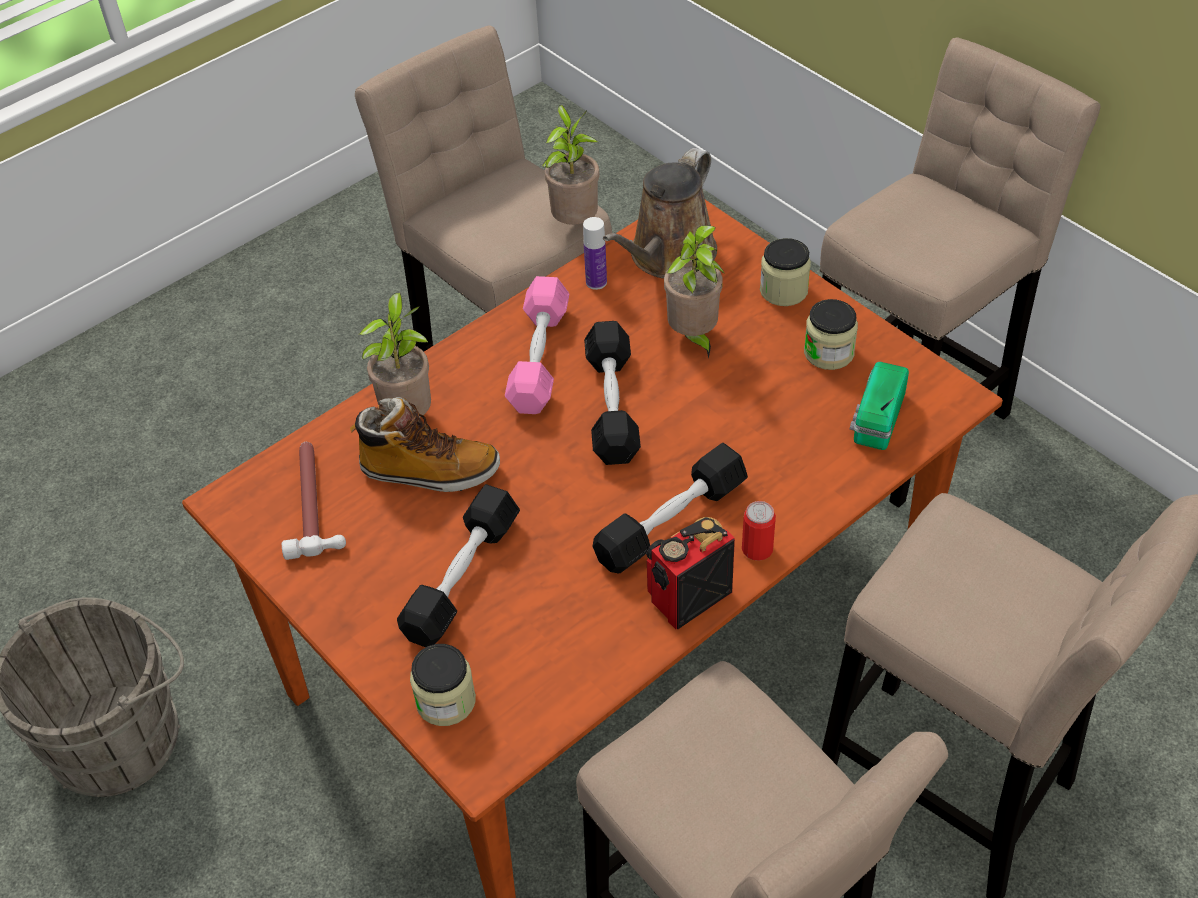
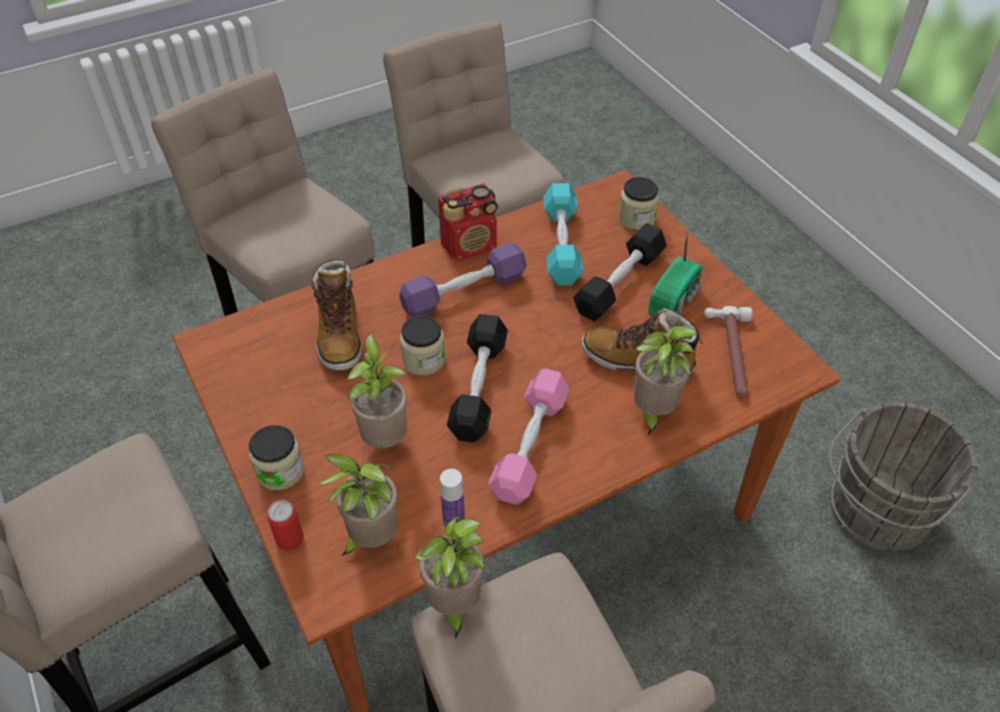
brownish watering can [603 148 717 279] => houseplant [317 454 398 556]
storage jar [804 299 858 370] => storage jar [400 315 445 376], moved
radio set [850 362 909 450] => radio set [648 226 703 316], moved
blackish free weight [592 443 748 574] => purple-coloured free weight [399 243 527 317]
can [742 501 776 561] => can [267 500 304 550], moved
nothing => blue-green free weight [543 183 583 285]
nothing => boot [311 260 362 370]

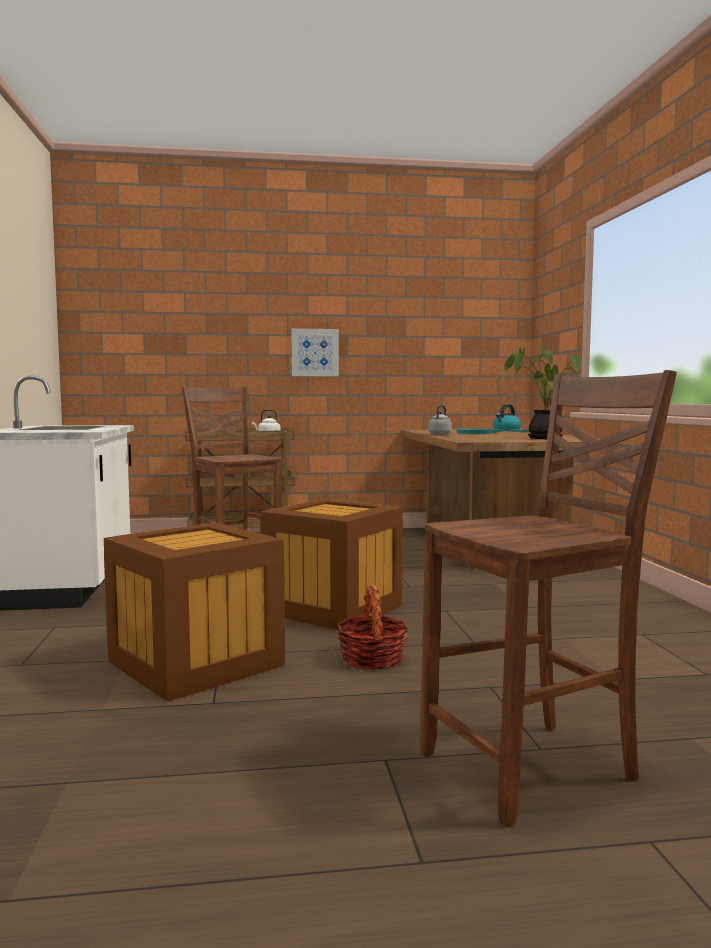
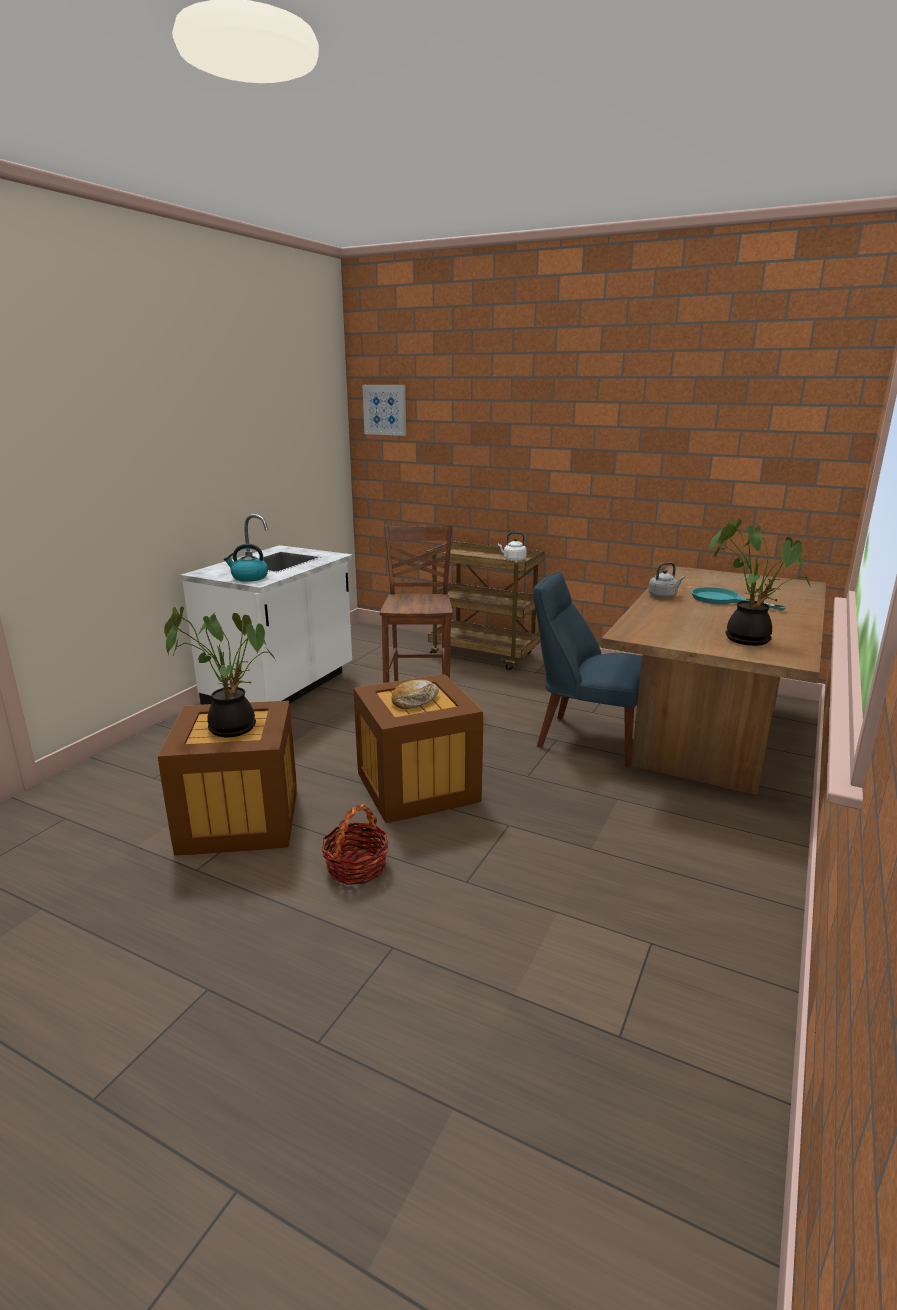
picture [292 328 339 376] => picture [362 385 406 436], moved
brownish upright chair [420 370 677 827] => nothing
water kettle [493 404 521 430] => water kettle [224 544 268 582], moved
nothing => bluish upright chair [533 572 642 768]
nothing => houseplant [164 606 276 737]
nothing => bakery bread [392 680 439 709]

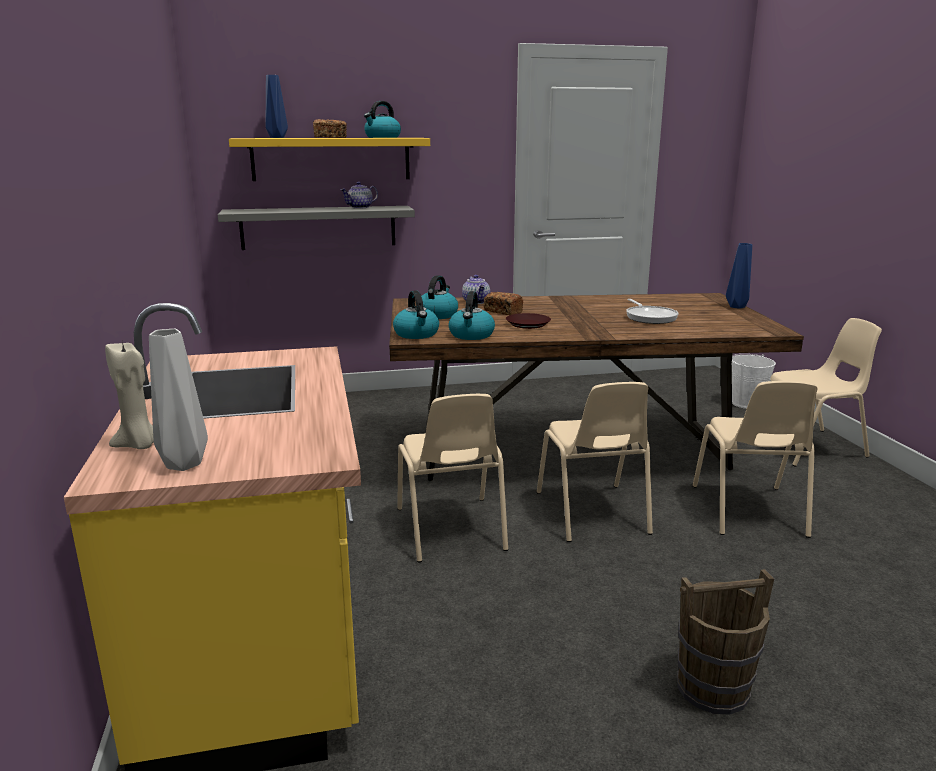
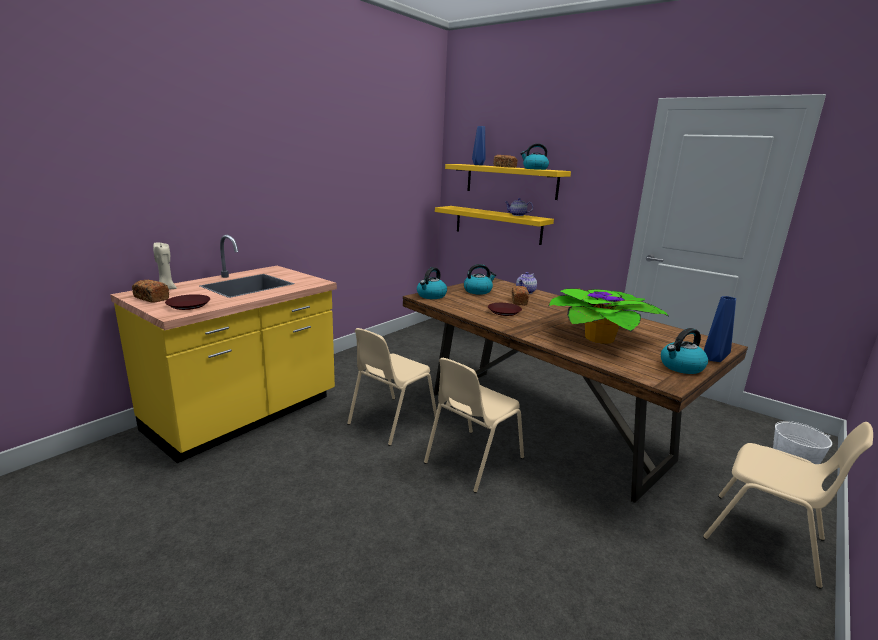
grey wall shelf [218 206 415 250] => yellow wall shelf [435 206 554 245]
water kettle [449 291 495 340] => water kettle [661 328 708 374], moved
frying pan [626 299 679 324] => houseplant [548 288 670 344]
grey decorative vase [149 329 208 471] => bakery bread [132 280 169 303]
beige upright chair [693 381 817 538] => nothing
brownish pail [677 569 774 715] => nothing
nothing => brownish flat dish [165 294 210 310]

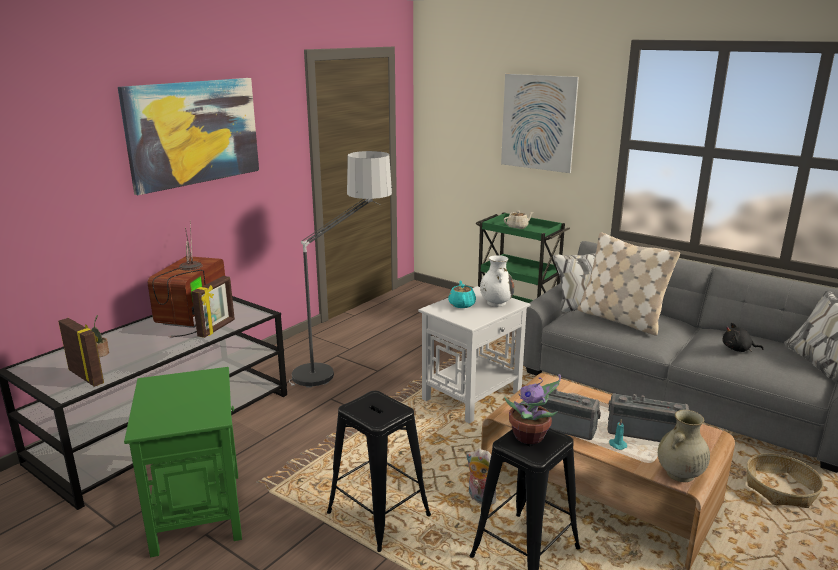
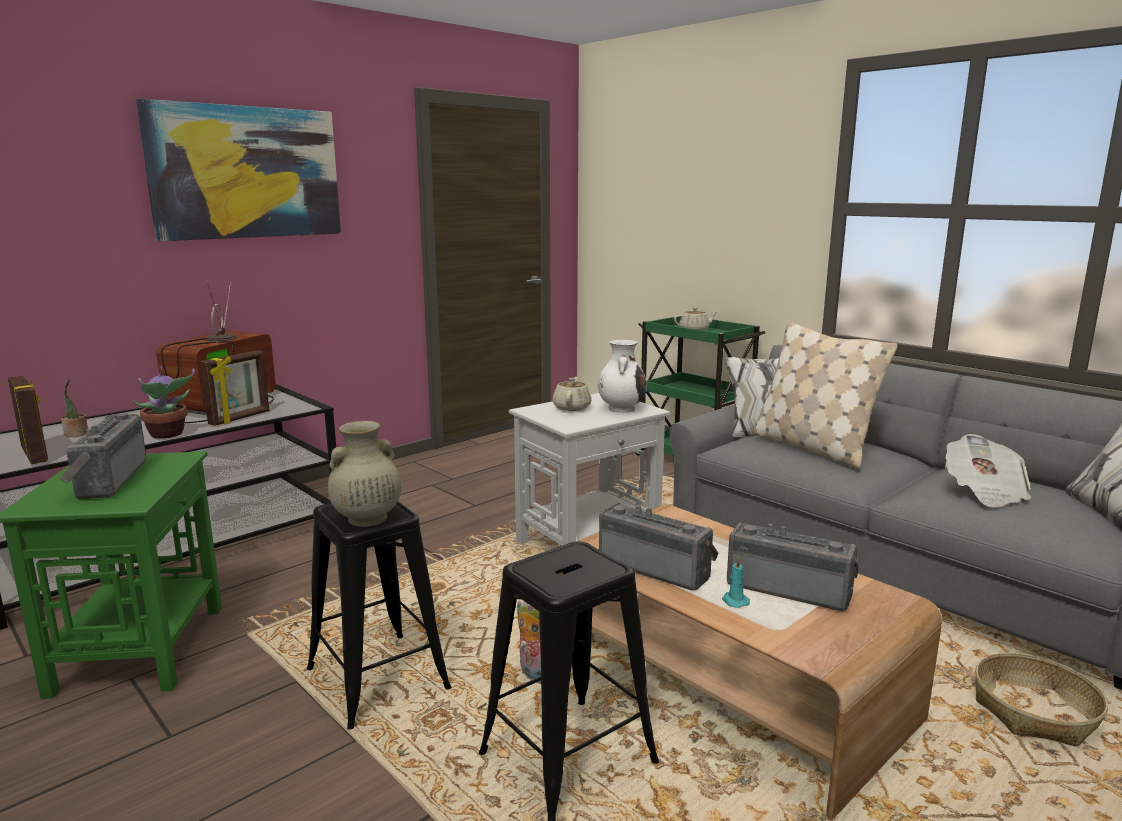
picture [501 74 579 173] => nothing
floor lamp [289 151 392 388] => nothing
blue-green teapot [448 280 476 308] => beige teapot [553 377 591 411]
blackish plush toy [723 322 763 352] => newspaper [945 434 1031 508]
houseplant [504 374 561 444] => houseplant [132 366 195 439], moved
beige decorative vase [658 410 710 482] => beige decorative vase [328 421 401 527], moved
nothing => radio set [59 413 147 499]

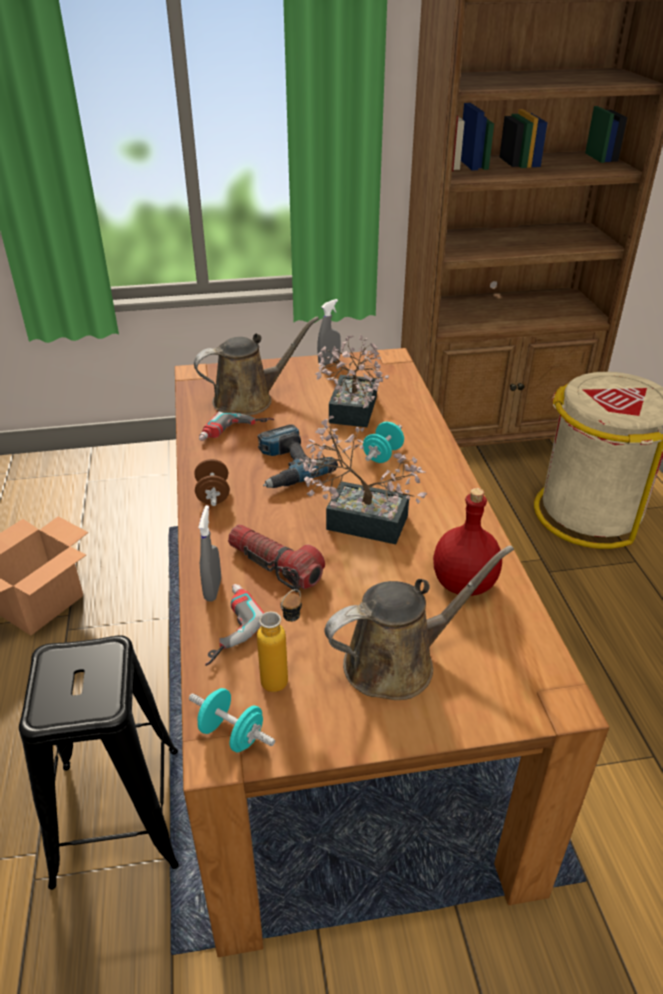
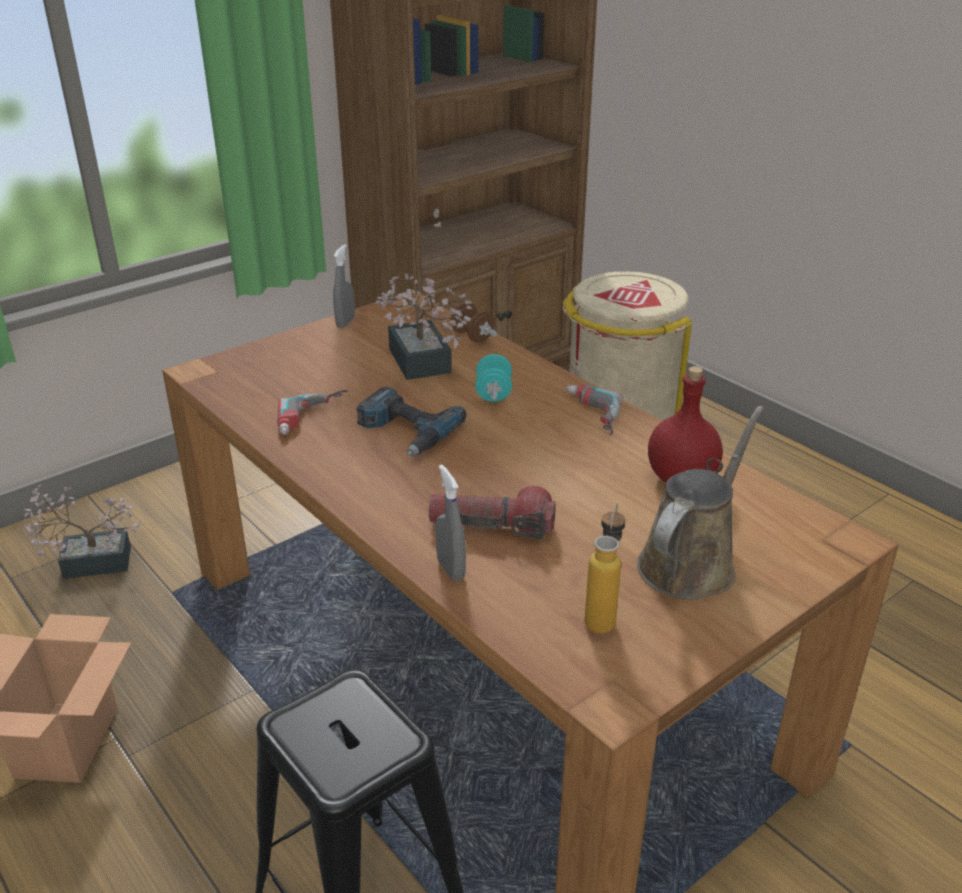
brownish watering can [194 317 319 416] => nothing
houseplant [300 416 427 544] => houseplant [23 484 140 579], moved
brownish free weight [194 459 230 506] => brownish free weight [451 302 497 343], moved
power drill [205 584 264 666] => power drill [566 385 623 436], moved
blue-green free weight [189 688 275 752] => nothing

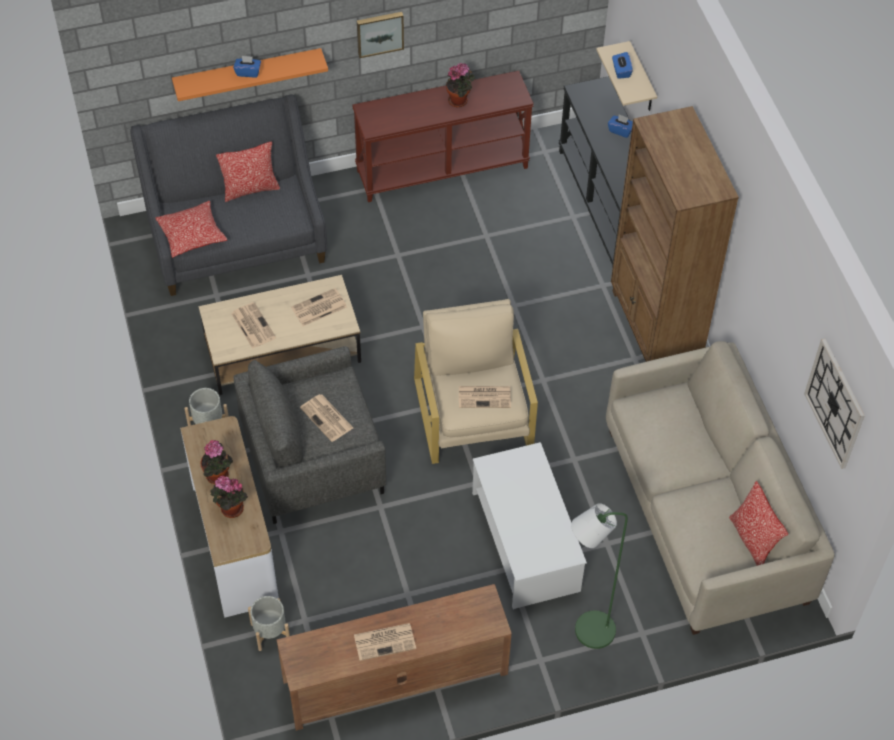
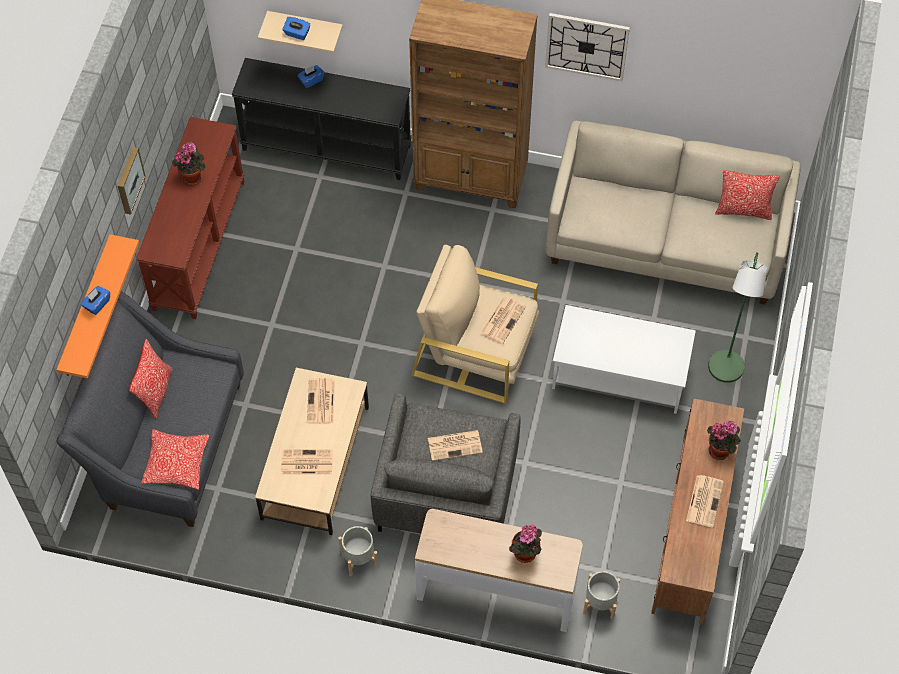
hanging clock [804 338 865 469] => hanging clock [545 13 630 81], moved
houseplant [200 440 233 485] => houseplant [707 421 741 460], moved

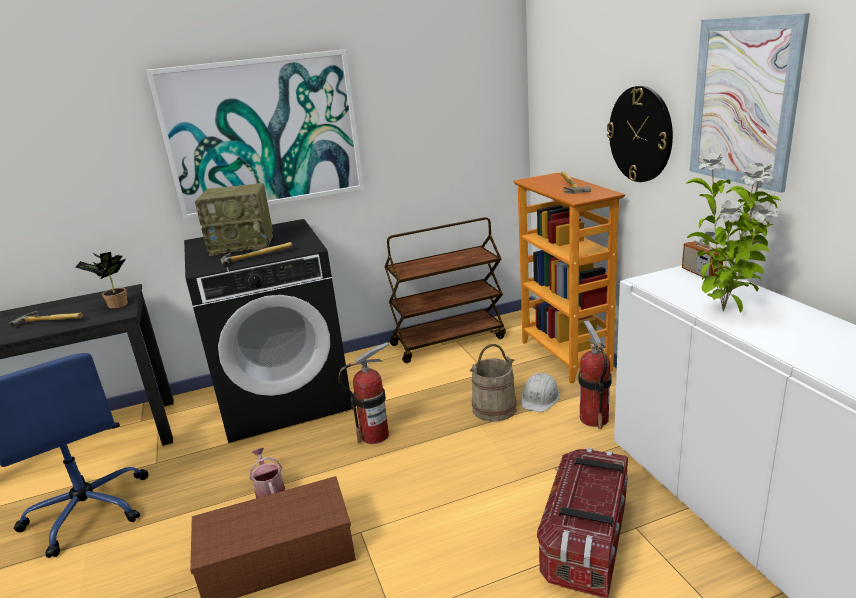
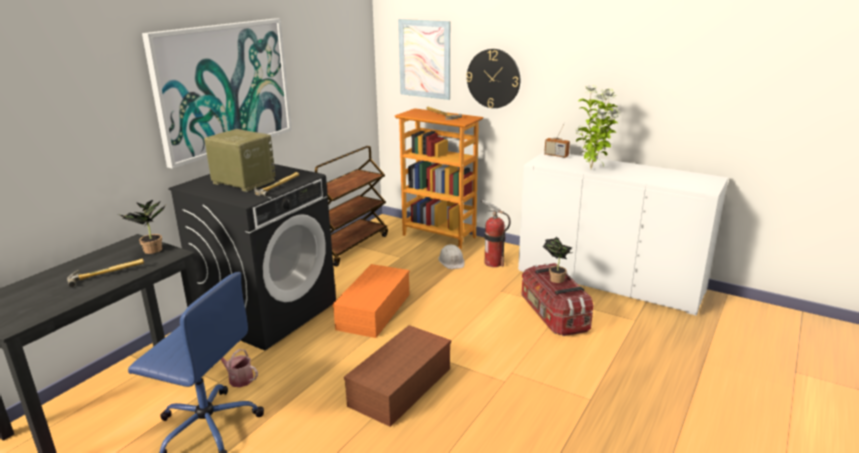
picture [690 13 810 193] => picture [398 19 450 100], moved
radio set [195 183 273 256] => radio set [204 129 275 192], 105 degrees counterclockwise
extinguisher [338 342 389 444] => orange storage bin [332 264 410 338]
beige pail [470 344 517 422] => nothing
watering can [249 448 285 498] => watering can [220 349 258 387], moved
nothing => houseplant [543 237 572 283]

